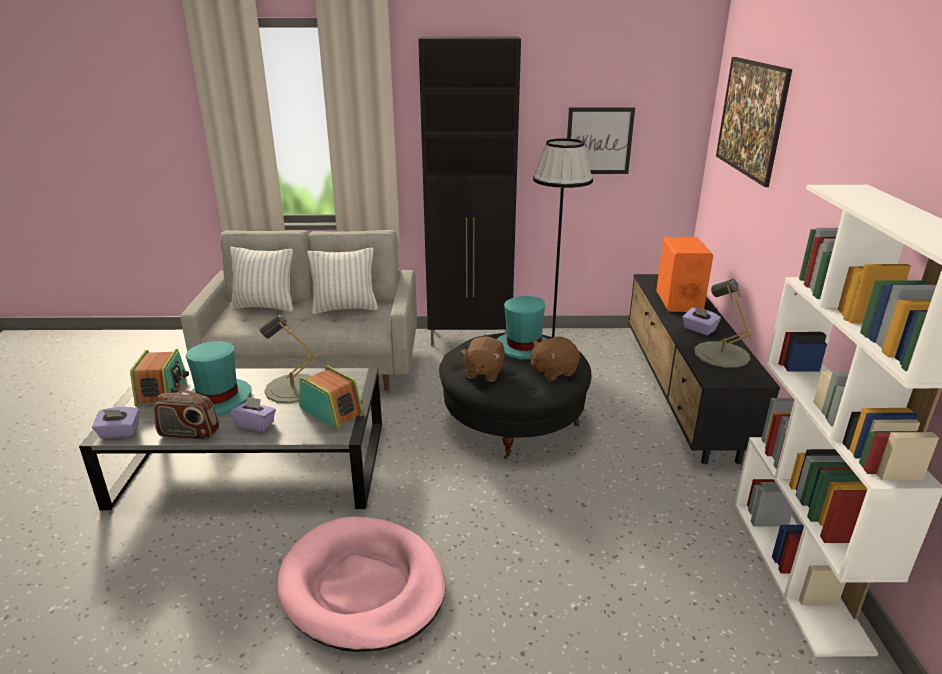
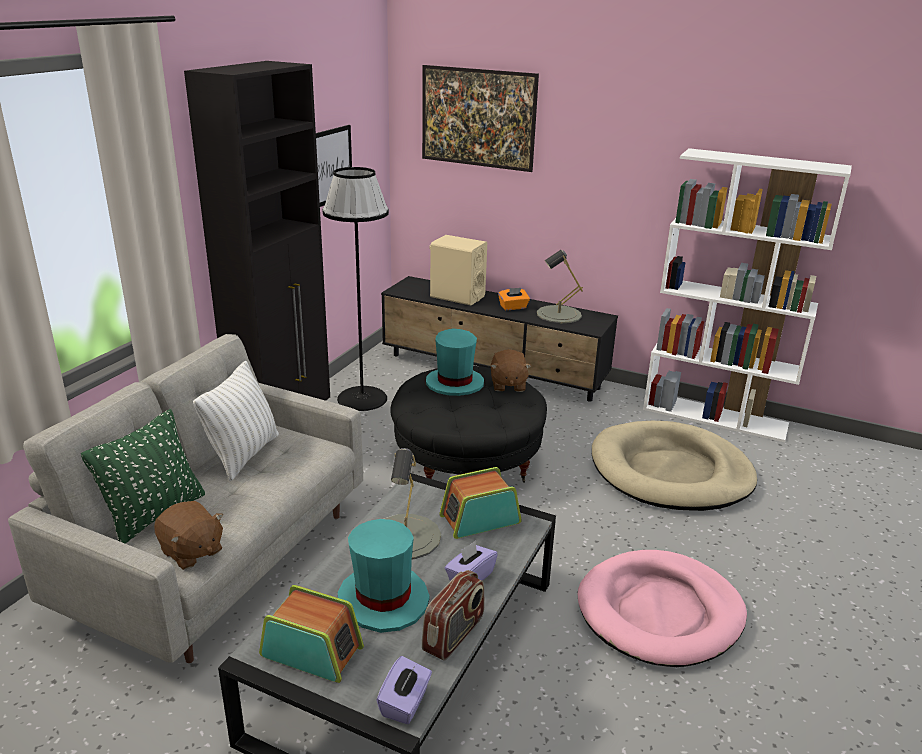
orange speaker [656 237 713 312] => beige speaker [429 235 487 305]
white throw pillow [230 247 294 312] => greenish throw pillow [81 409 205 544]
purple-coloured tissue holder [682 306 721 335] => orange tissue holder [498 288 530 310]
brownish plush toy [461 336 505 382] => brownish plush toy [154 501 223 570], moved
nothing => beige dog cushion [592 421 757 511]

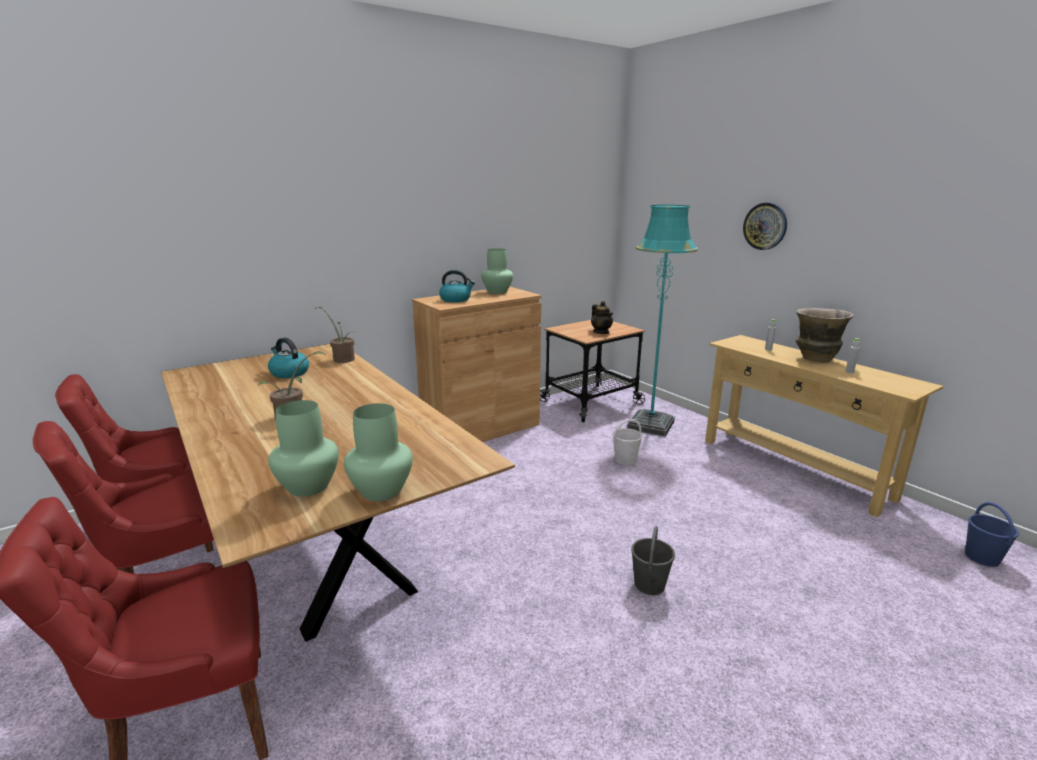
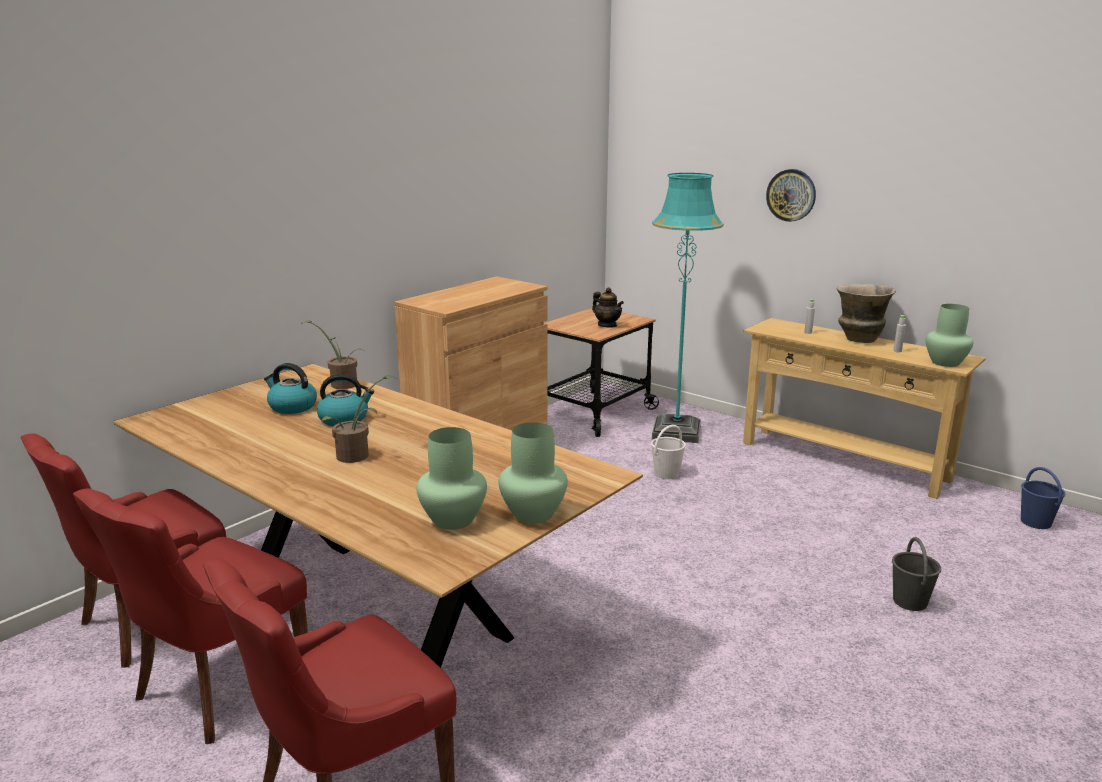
greenish decorative vase [481 248 513 294] => greenish decorative vase [926 304 973 367], moved
water kettle [439 270 475 303] => water kettle [317 374 374 426], moved
grey pail [631 526 675 595] => grey pail [892 537 941 611], moved

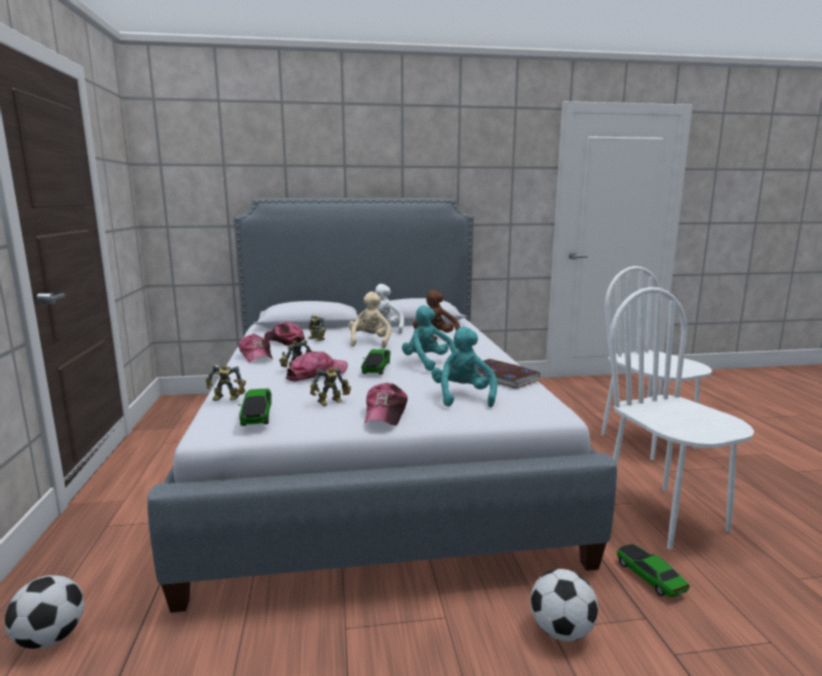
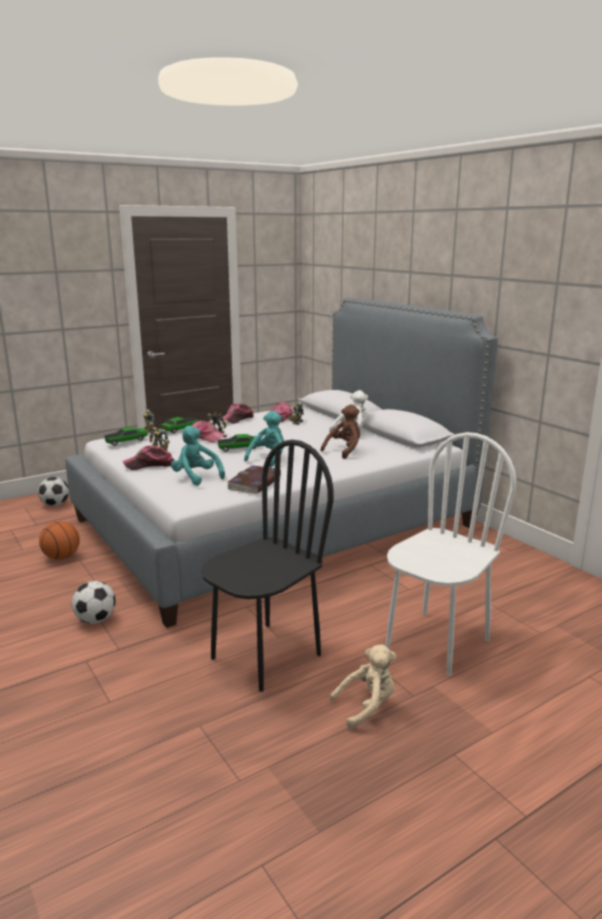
white upright chair [609 287 755 550] => blackish upright chair [201 440 334 692]
beige plush toy [348 292 391 349] => beige plush toy [329 644 396 729], moved
blue-green plush toy [431 327 497 407] => blue-green plush toy [171 426 225 486], 105 degrees counterclockwise
miniature car [617 544 690 597] => miniature car [160 417 198 433], moved
nothing => basketball ball [39 521 80 560]

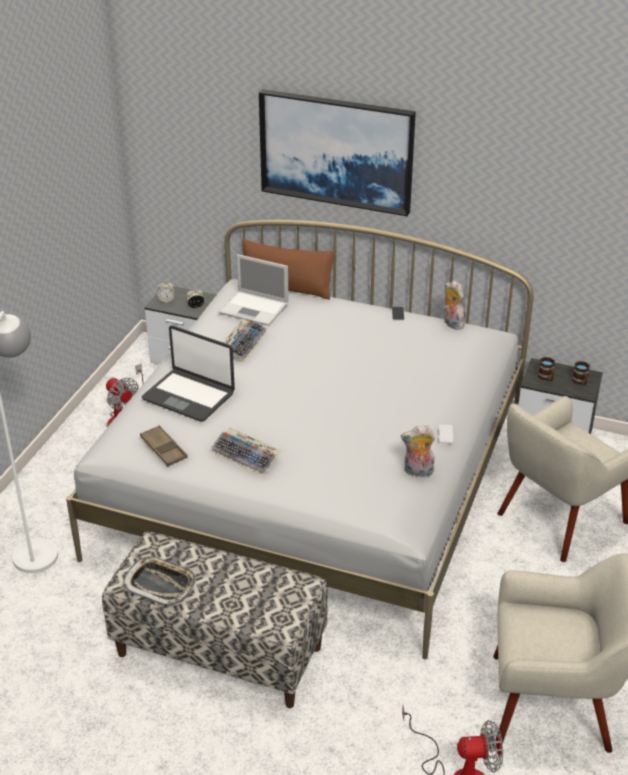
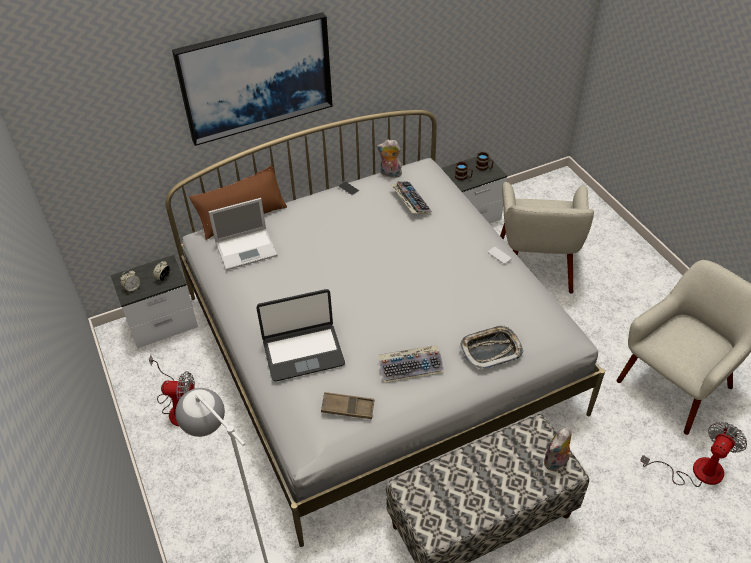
keyboard [224 319 266 363] => keyboard [391 181 432 214], moved
plush toy [401 425 435 477] => plush toy [543 427 572 471], moved
carrying tray [123 556 196 607] => carrying tray [460 324 523 369], moved

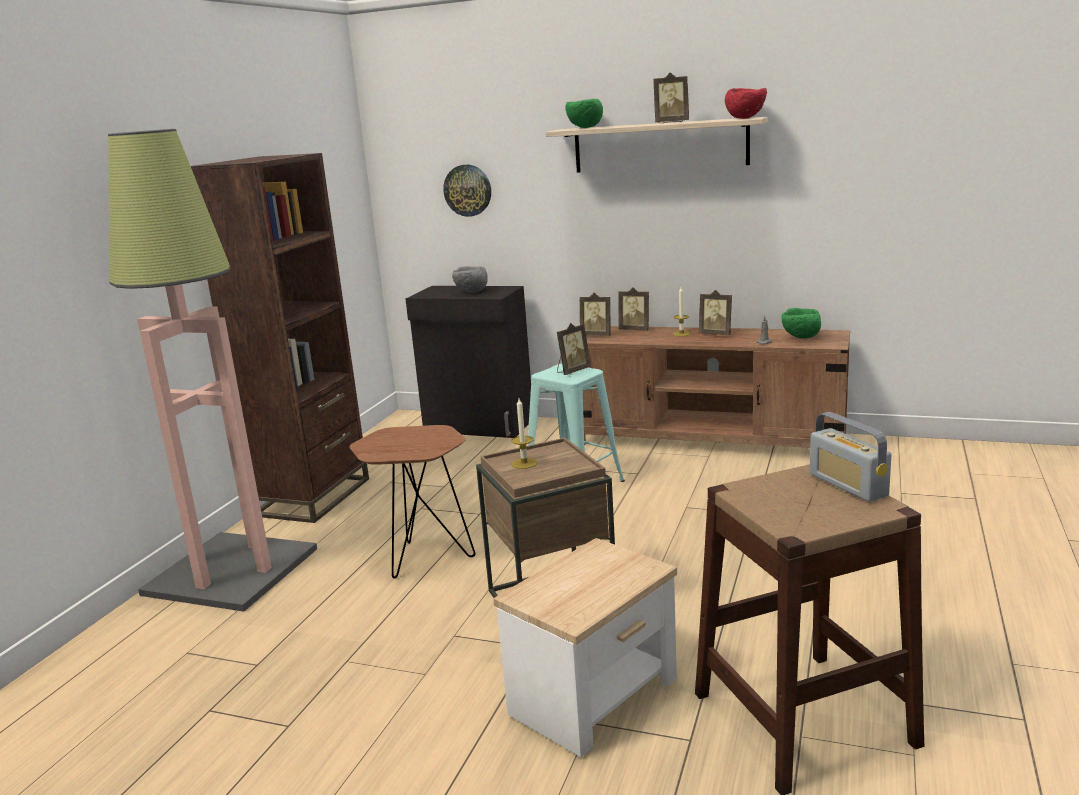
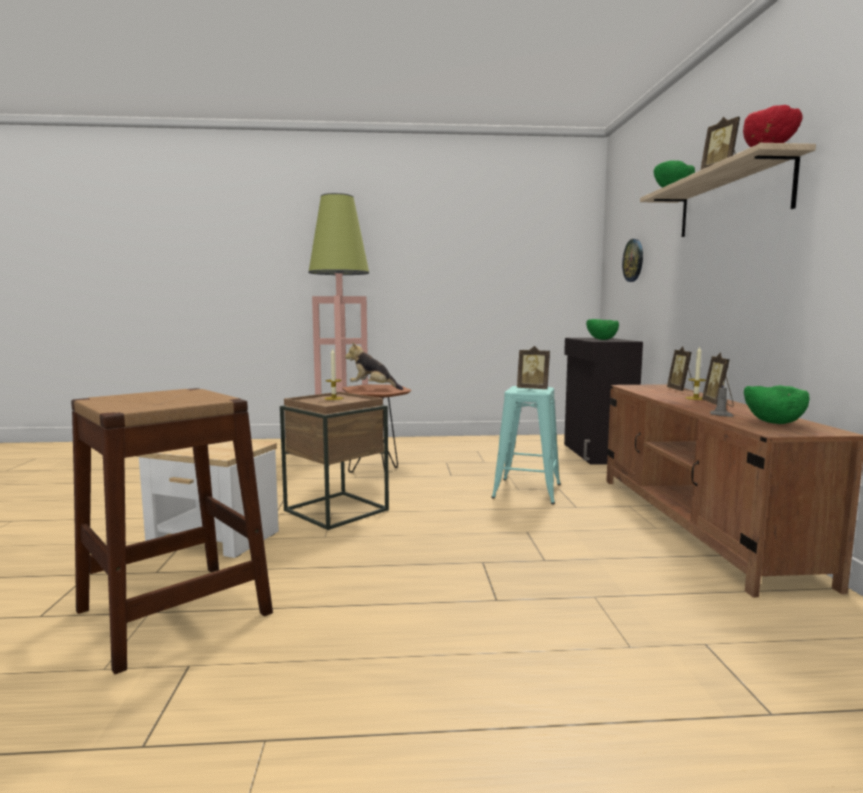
brownish shelving unit [191 153 369 523] => nothing
grey bowl [452 266 488 293] => greenish bowl [586 319 619 340]
picture frame [580 292 610 336] => nothing
radio set [810 412 891 502] => nothing
nothing => plush toy [345 342 403 390]

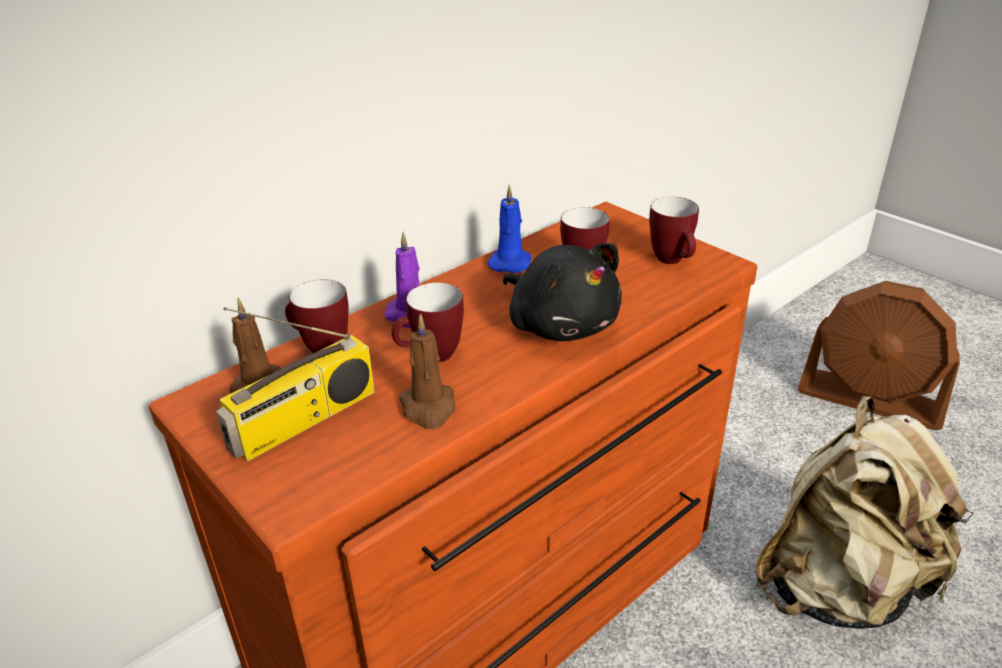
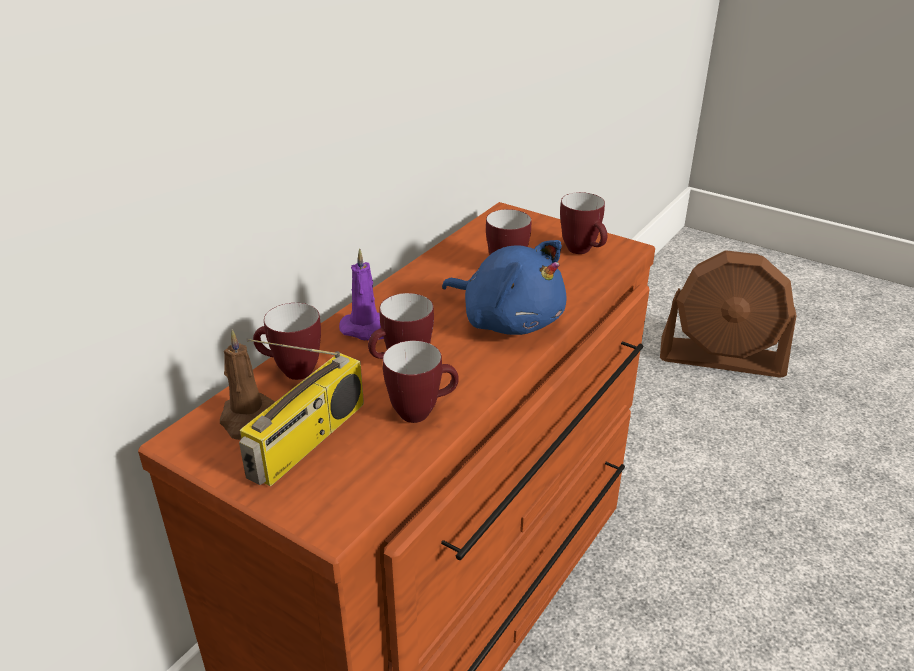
bluish wax candle [487 184 532 273] => nothing
blackish plush toy [503 243 622 341] => bluish plush toy [442 240 567 335]
brownish wax candle [399 314 456 429] => coffee mug [383 341 459 423]
beige knapsack [755 396 974 629] => nothing

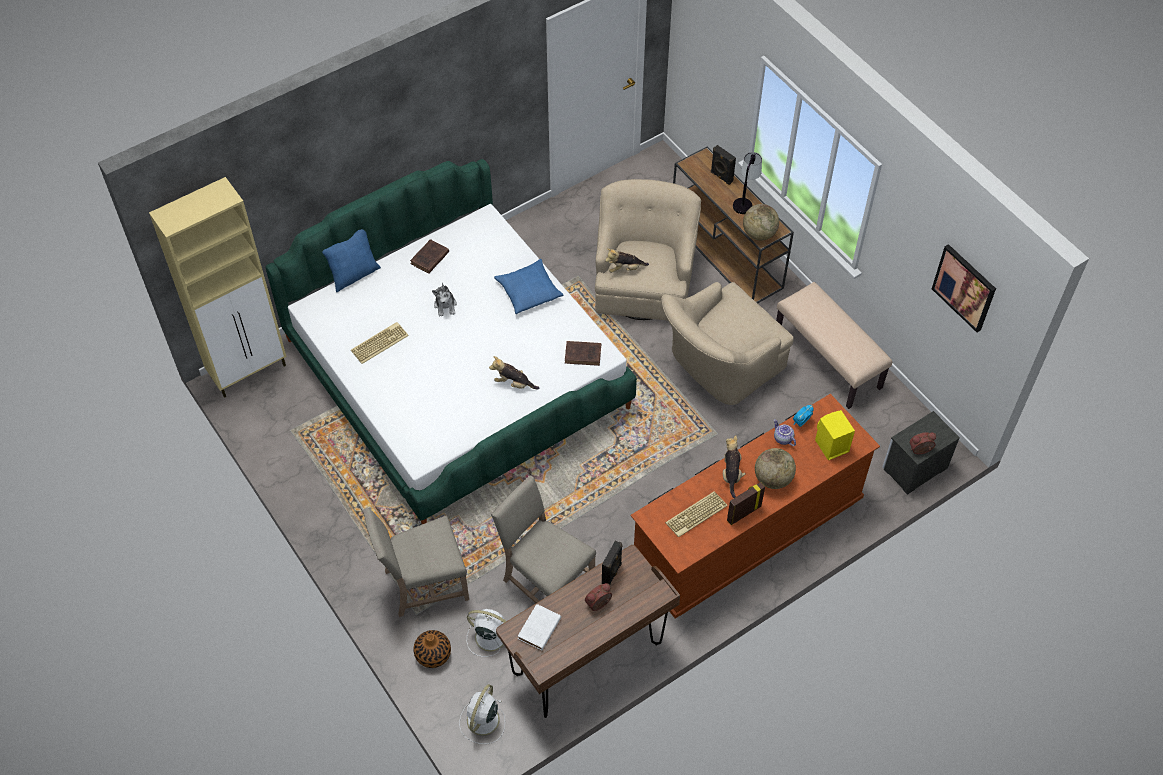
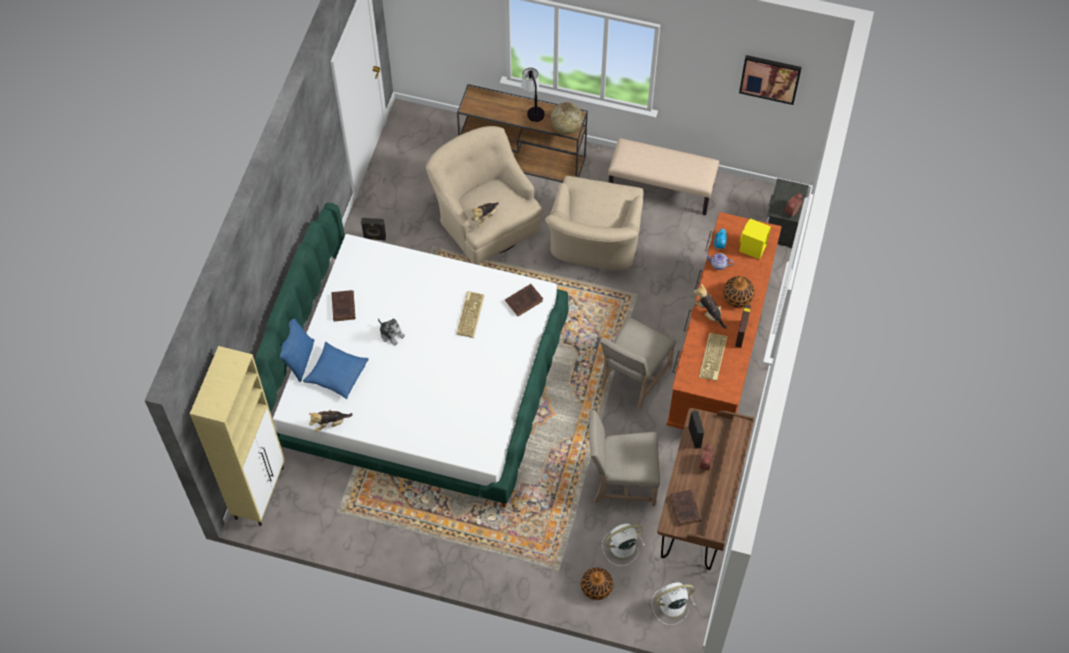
blackish speaker [711 145 736 185] => blackish speaker [361 218 386 241], moved
bluish throw pillow [494 259 563 314] => bluish throw pillow [303 342 369 399], moved
keyboard [351 322 409 364] => keyboard [456 291 485 338], moved
plush toy [489 356 540 390] => plush toy [309 410 353 432], moved
world globe [755 448 796 489] => decorative vase [723 276 755 307]
beige upright chair [363 508 469 617] => beige upright chair [600 316 676 409], moved
white volume [518 604 561 651] => brownish volume [670 489 701 526]
white electric fan [459 684 505 744] => white electric fan [652 582 695 625], 90 degrees clockwise

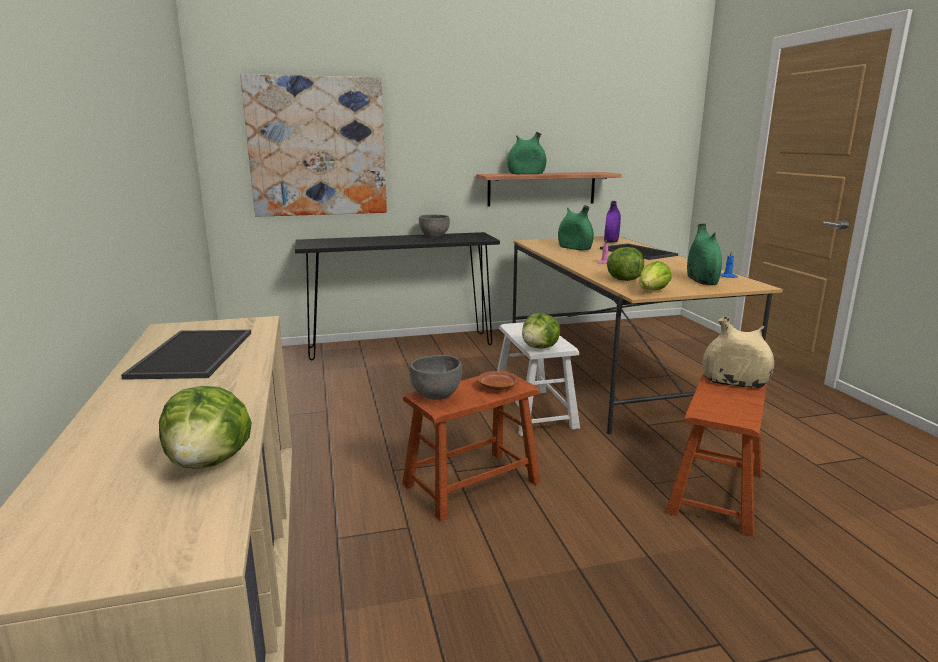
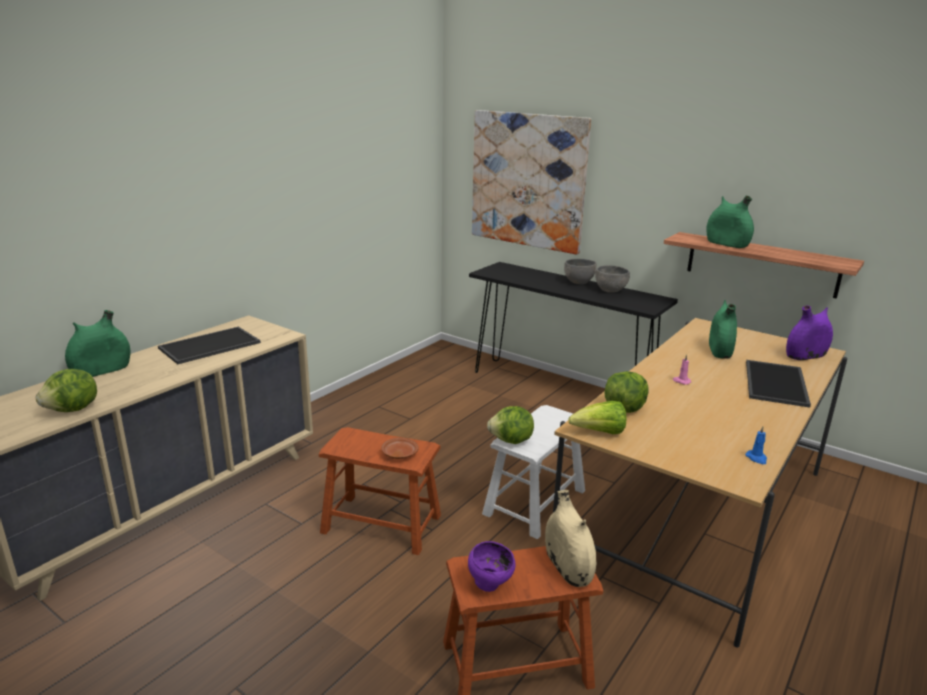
greenish decorative vase [687 223 722 285] => greenish decorative vase [65 310 130 377], moved
grey bowl [410 355 462 400] => grey bowl [564 259 597 284], moved
nothing => purple-coloured bowl [468 541 516 592]

